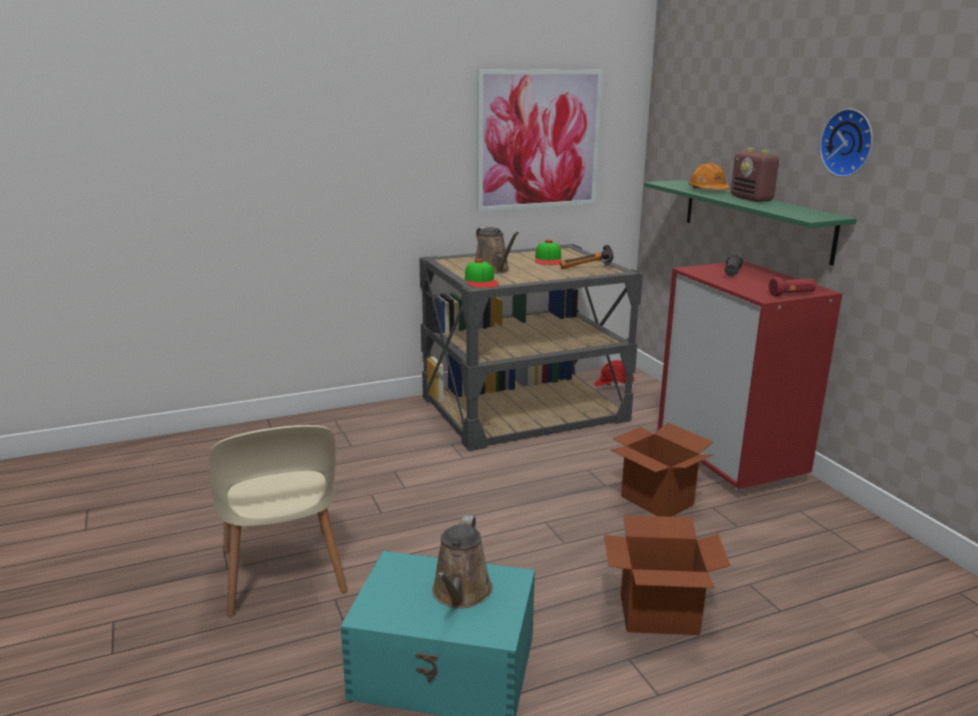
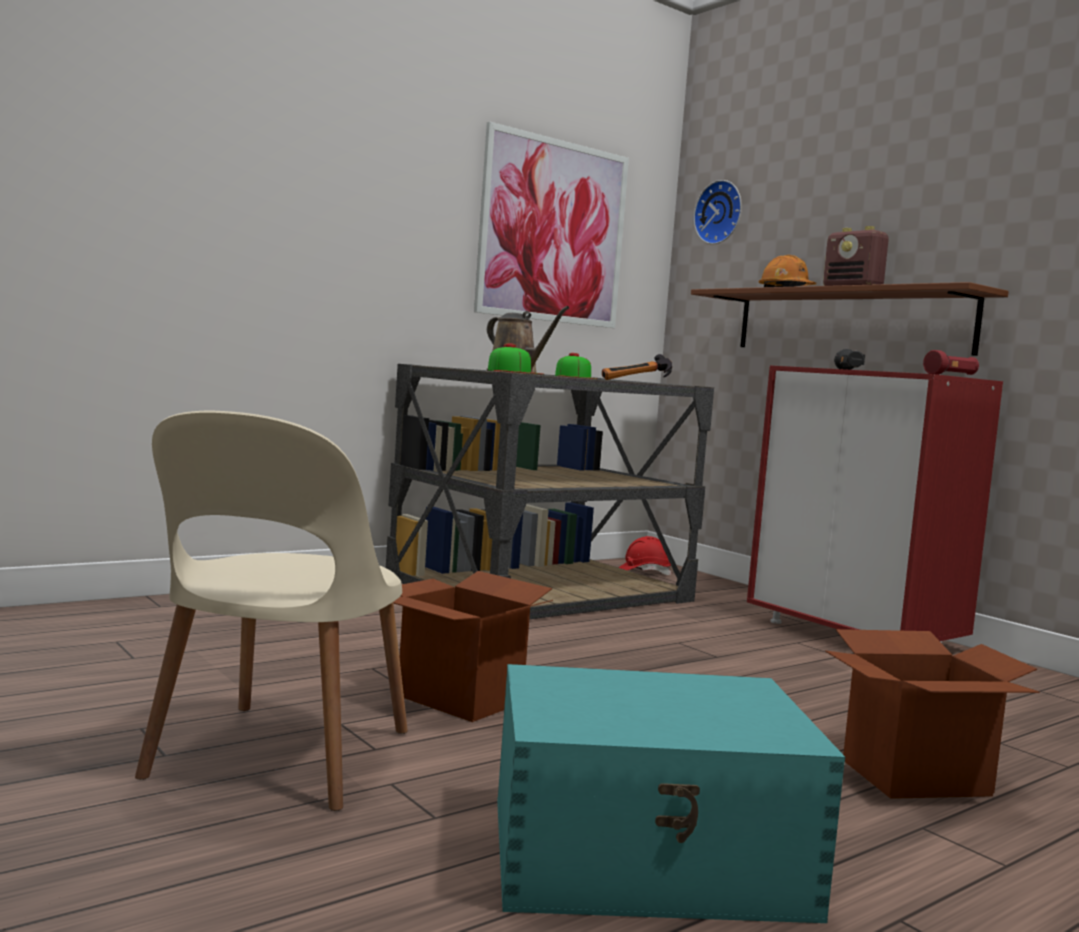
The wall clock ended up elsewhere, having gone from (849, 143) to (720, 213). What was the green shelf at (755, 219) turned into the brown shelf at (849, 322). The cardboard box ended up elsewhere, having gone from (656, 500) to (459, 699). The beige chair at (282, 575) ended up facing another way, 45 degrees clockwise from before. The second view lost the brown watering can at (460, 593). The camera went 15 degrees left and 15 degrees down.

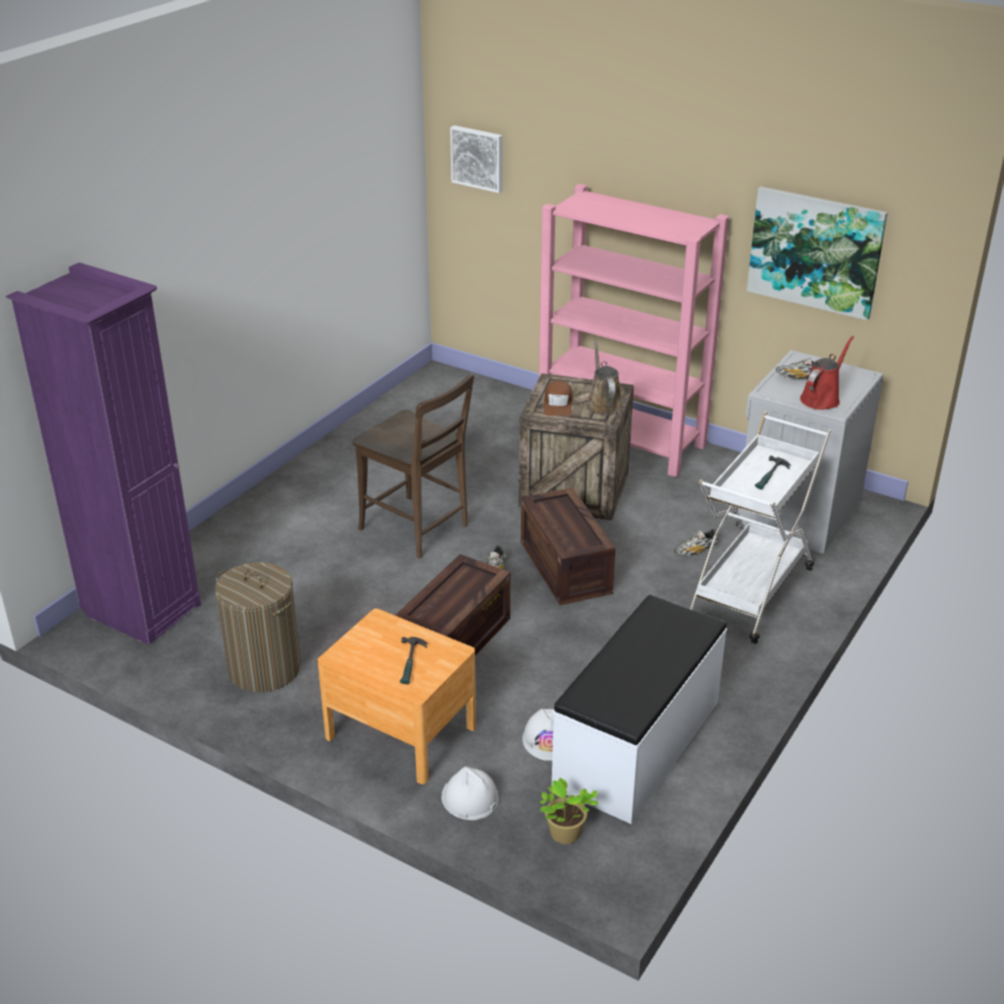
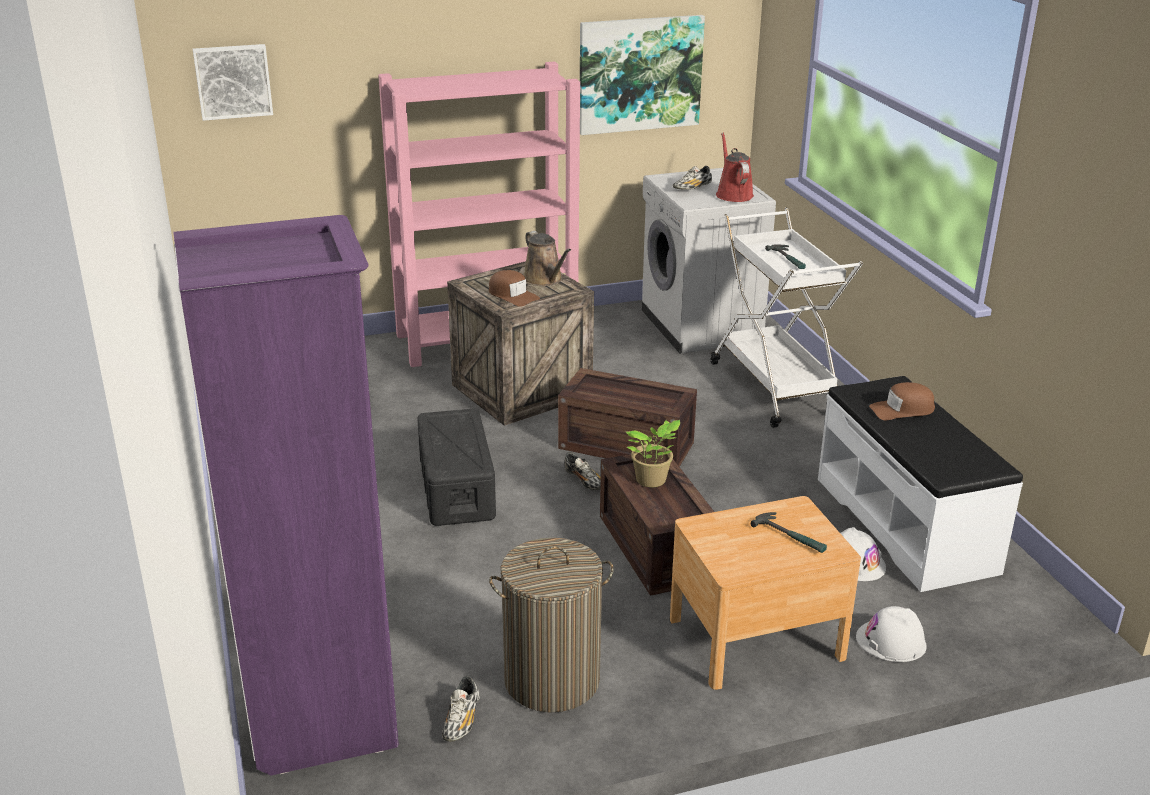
The brown watering can at (603, 404) ended up facing another way, 150 degrees counterclockwise from before. Where the brown chair stood at (418, 529), the black storage box came to stand at (456, 488). The shoe ended up elsewhere, having gone from (696, 551) to (461, 721). The potted plant ended up elsewhere, having gone from (564, 835) to (652, 481). The second view gained the brown cap at (902, 410). The camera went 50 degrees left and 5 degrees down.

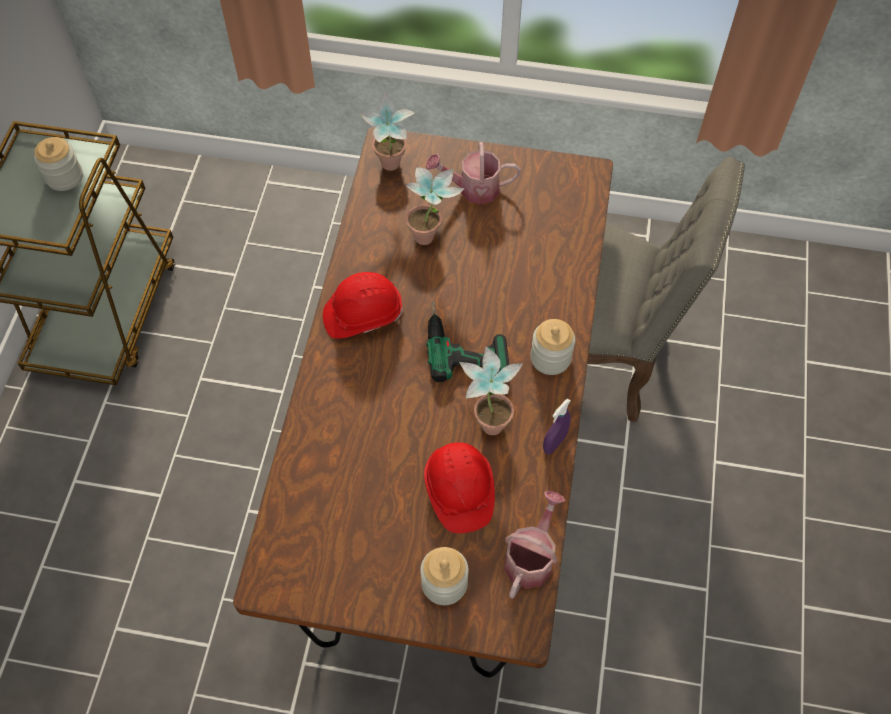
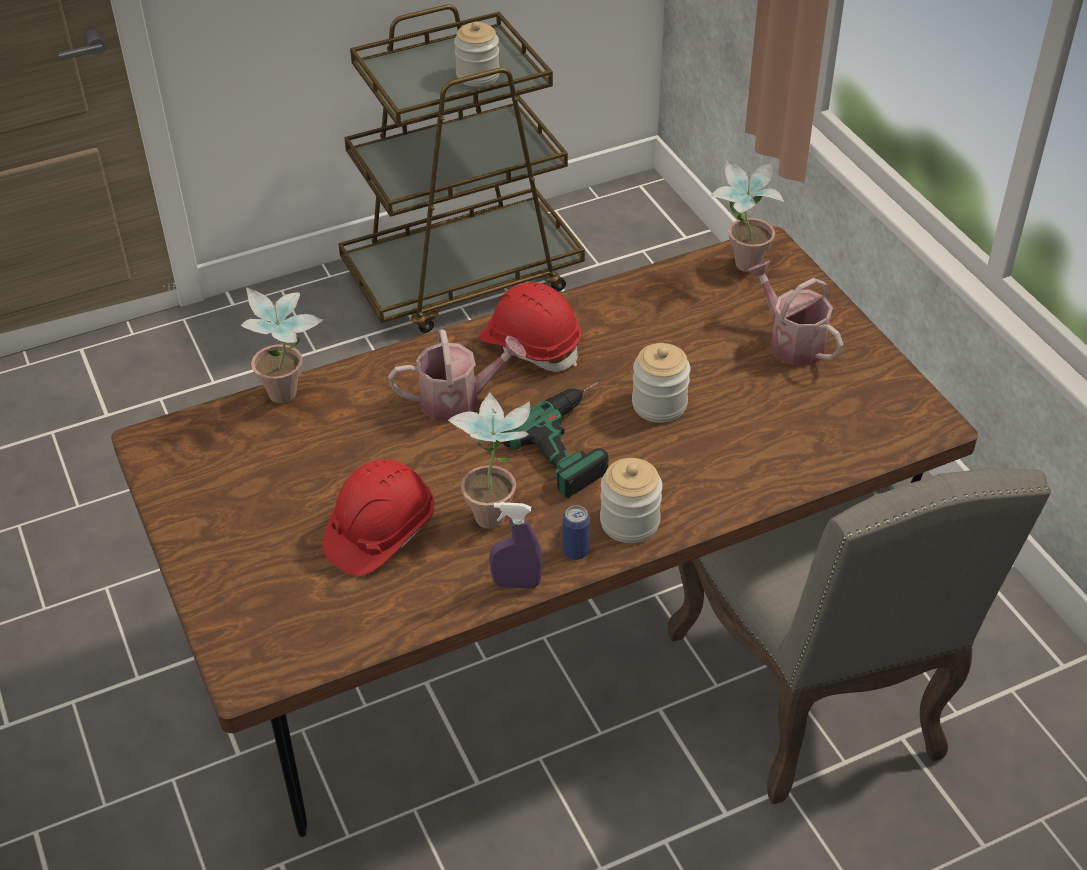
The potted plant ended up elsewhere, having gone from (431, 236) to (290, 399). The watering can ended up elsewhere, having gone from (531, 557) to (458, 400). The jar ended up elsewhere, having gone from (444, 583) to (659, 404). The second view gained the can at (576, 551). The camera went 55 degrees right and 15 degrees down.

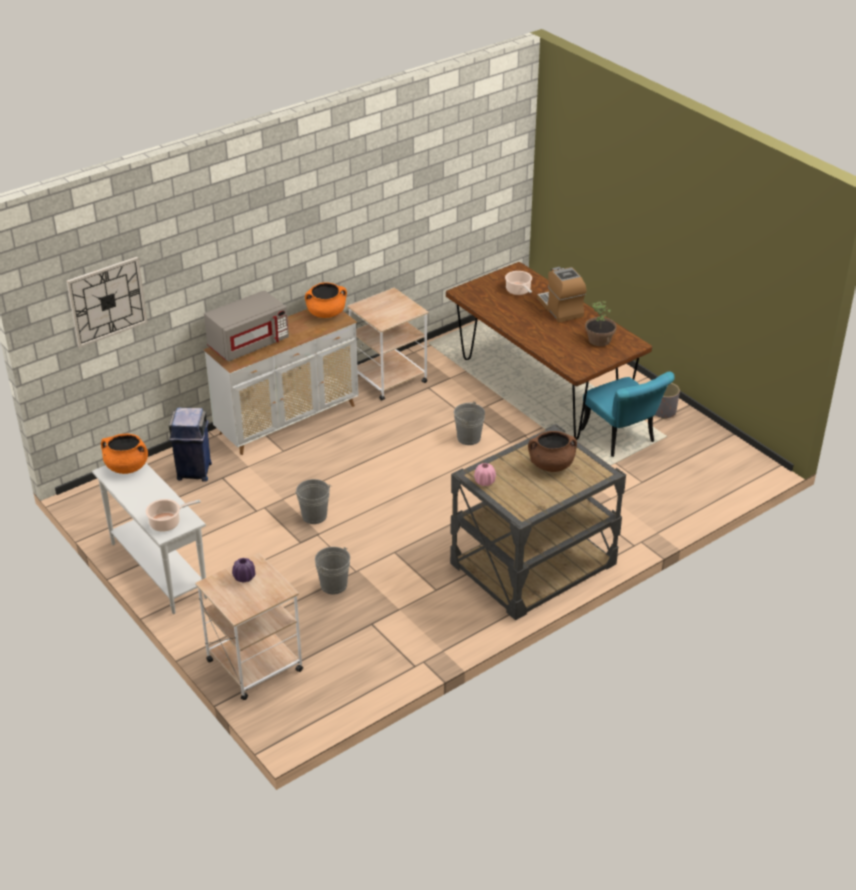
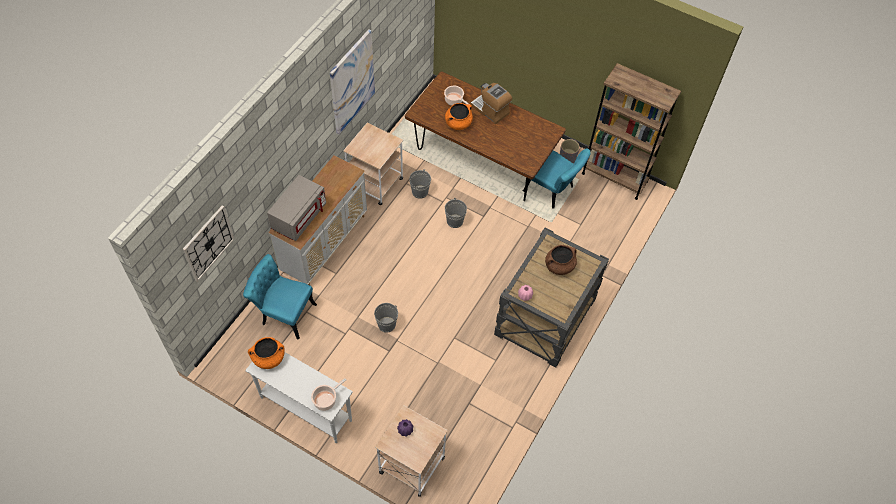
The orange cooking pot ended up elsewhere, having gone from (326, 313) to (458, 123). The second view lost the potted plant at (599, 340). Where the blue trash can stood at (194, 472), the turquoise chair came to stand at (283, 313). The grey bucket ended up elsewhere, having gone from (333, 585) to (420, 192). The second view gained the picture at (352, 82). The second view gained the brown bookcase at (614, 177). The camera went 25 degrees left and 20 degrees up.

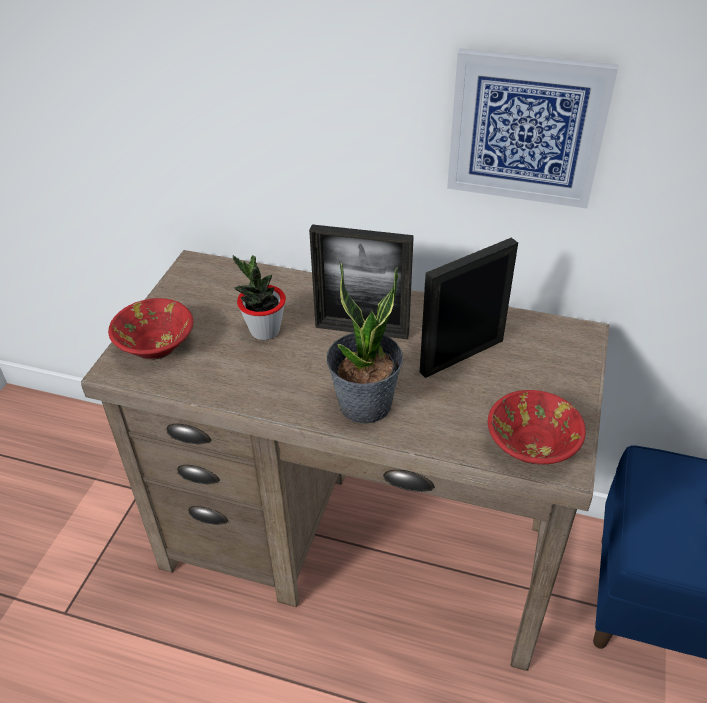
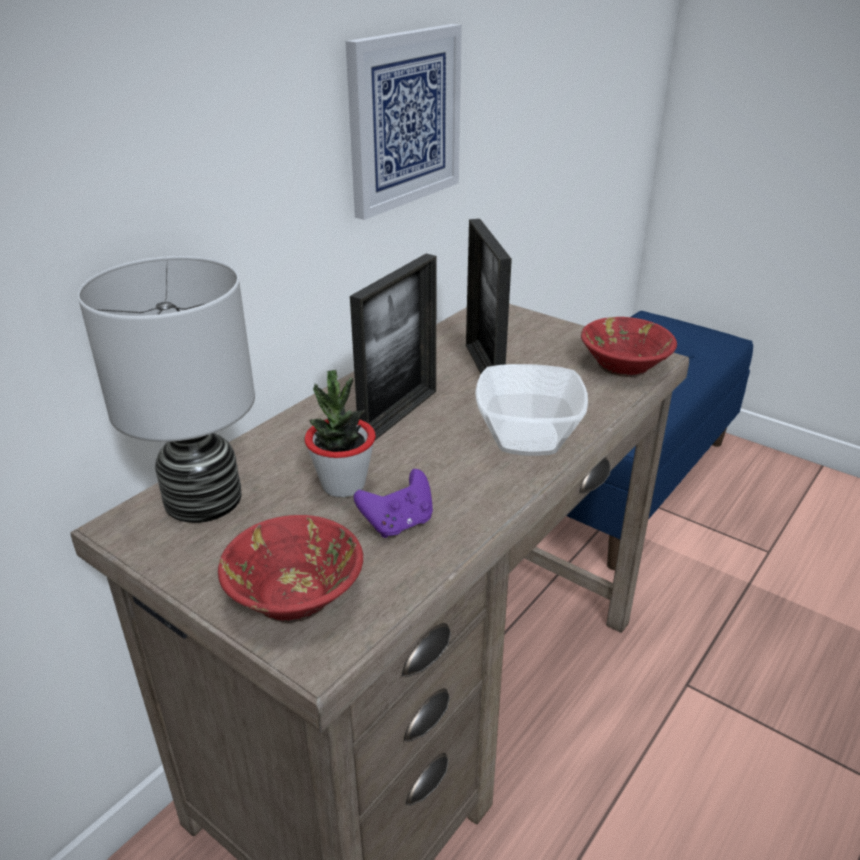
Where the potted plant stood at (365, 405), the bowl came to stand at (526, 439). The second view gained the grey table lamp at (203, 500). The second view gained the purple game controller at (398, 523). The camera went 70 degrees left and 10 degrees down.

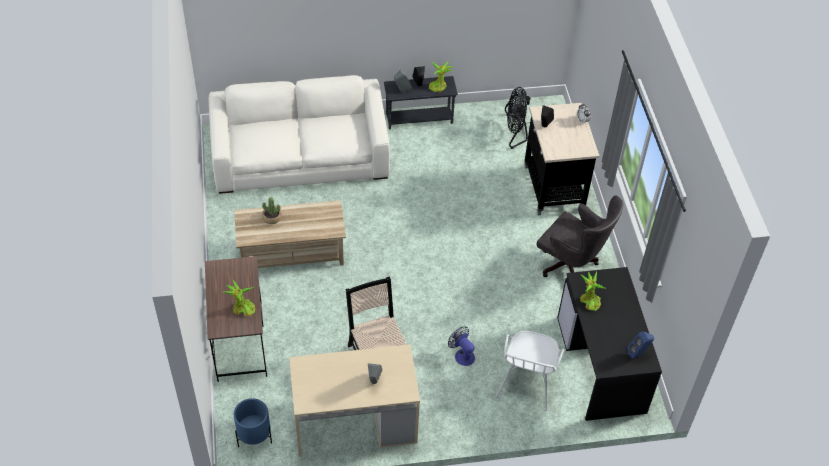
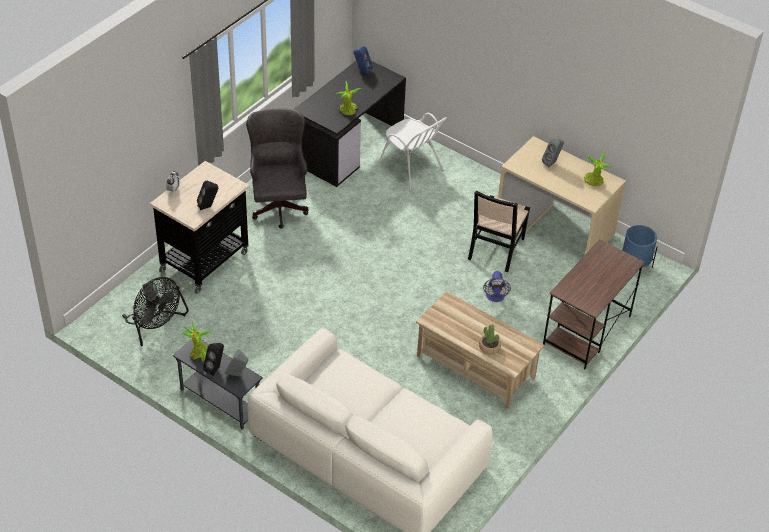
The potted plant ended up elsewhere, having gone from (242, 309) to (594, 181). The fan ended up elsewhere, having gone from (462, 354) to (495, 297). The white chair at (527, 383) ended up facing another way, 75 degrees clockwise from before. The camera went 135 degrees left and 5 degrees down.

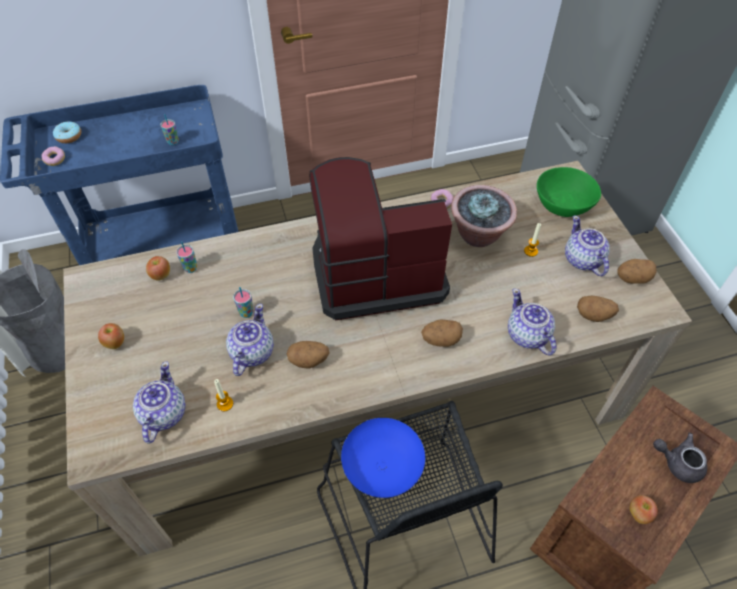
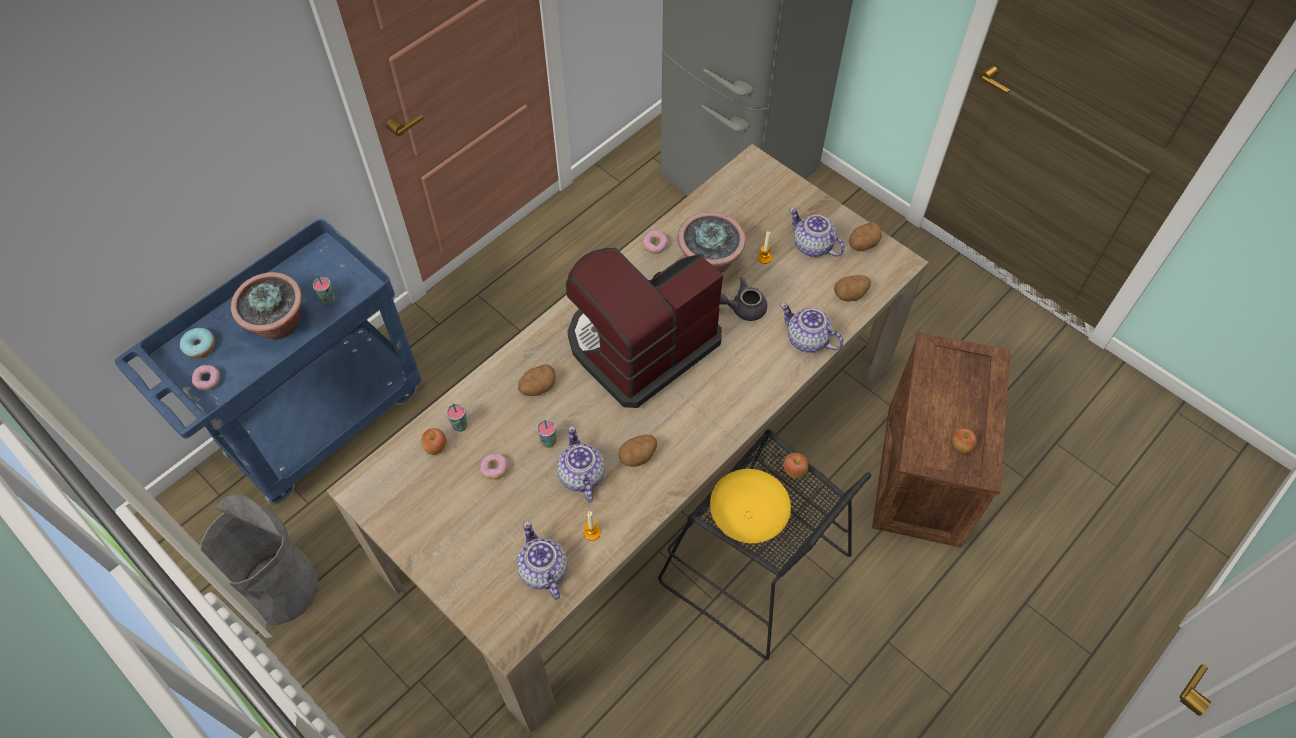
The second view lost the green bowl at (562, 204). The potato ended up elsewhere, having gone from (440, 340) to (537, 387). The apple ended up elsewhere, having gone from (115, 343) to (794, 470). What was the blue bowl at (381, 468) turned into the yellow bowl at (746, 518). The grey teapot ended up elsewhere, having gone from (678, 463) to (743, 308). The second view gained the potted plant at (279, 325). The second view gained the donut at (494, 469). The camera went 30 degrees left and 5 degrees up.

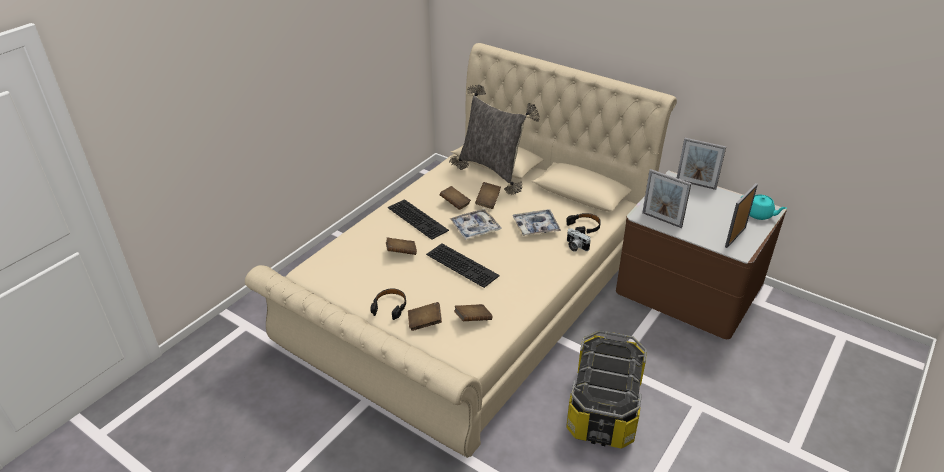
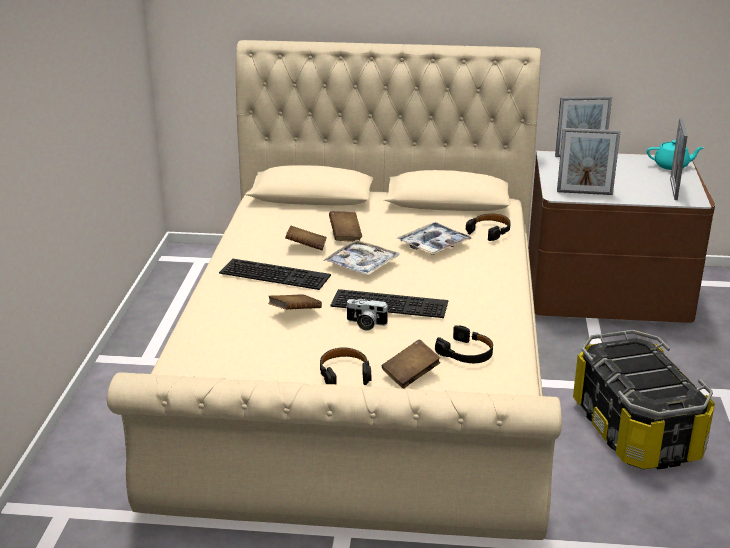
The second view lost the pillow at (493, 176). The photo camera ended up elsewhere, having gone from (575, 246) to (365, 324). Where the brown book stood at (473, 319), the black headphones came to stand at (466, 353). The camera went 30 degrees left and 10 degrees down.

